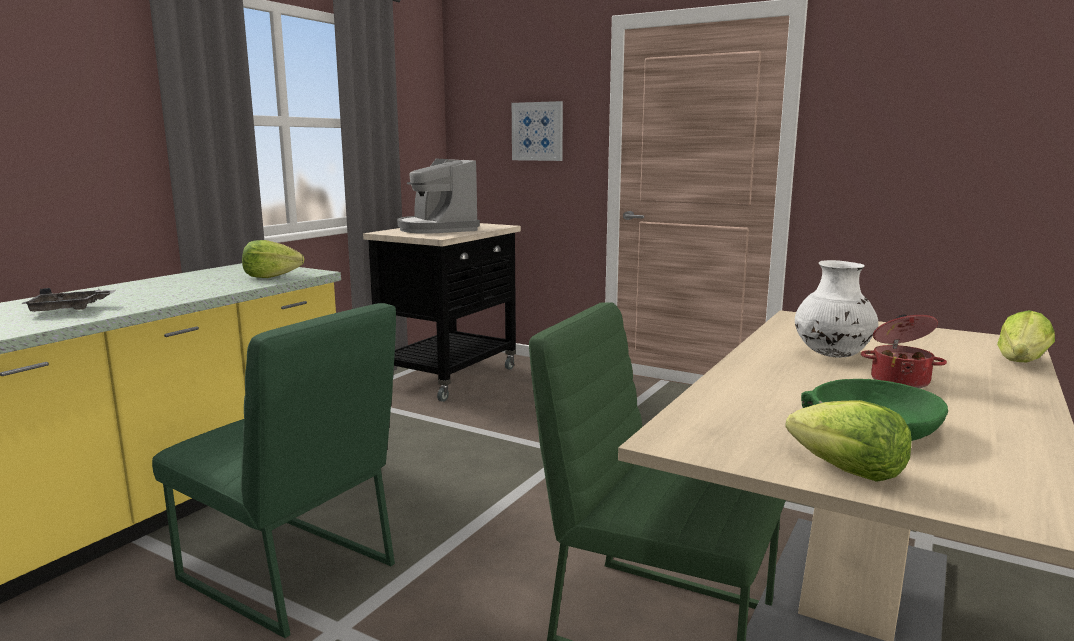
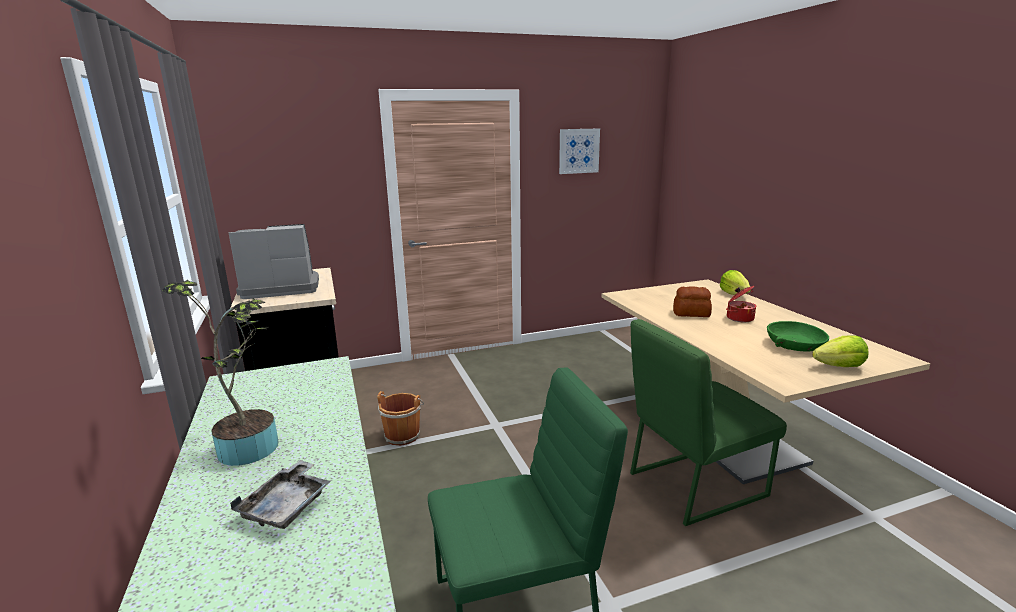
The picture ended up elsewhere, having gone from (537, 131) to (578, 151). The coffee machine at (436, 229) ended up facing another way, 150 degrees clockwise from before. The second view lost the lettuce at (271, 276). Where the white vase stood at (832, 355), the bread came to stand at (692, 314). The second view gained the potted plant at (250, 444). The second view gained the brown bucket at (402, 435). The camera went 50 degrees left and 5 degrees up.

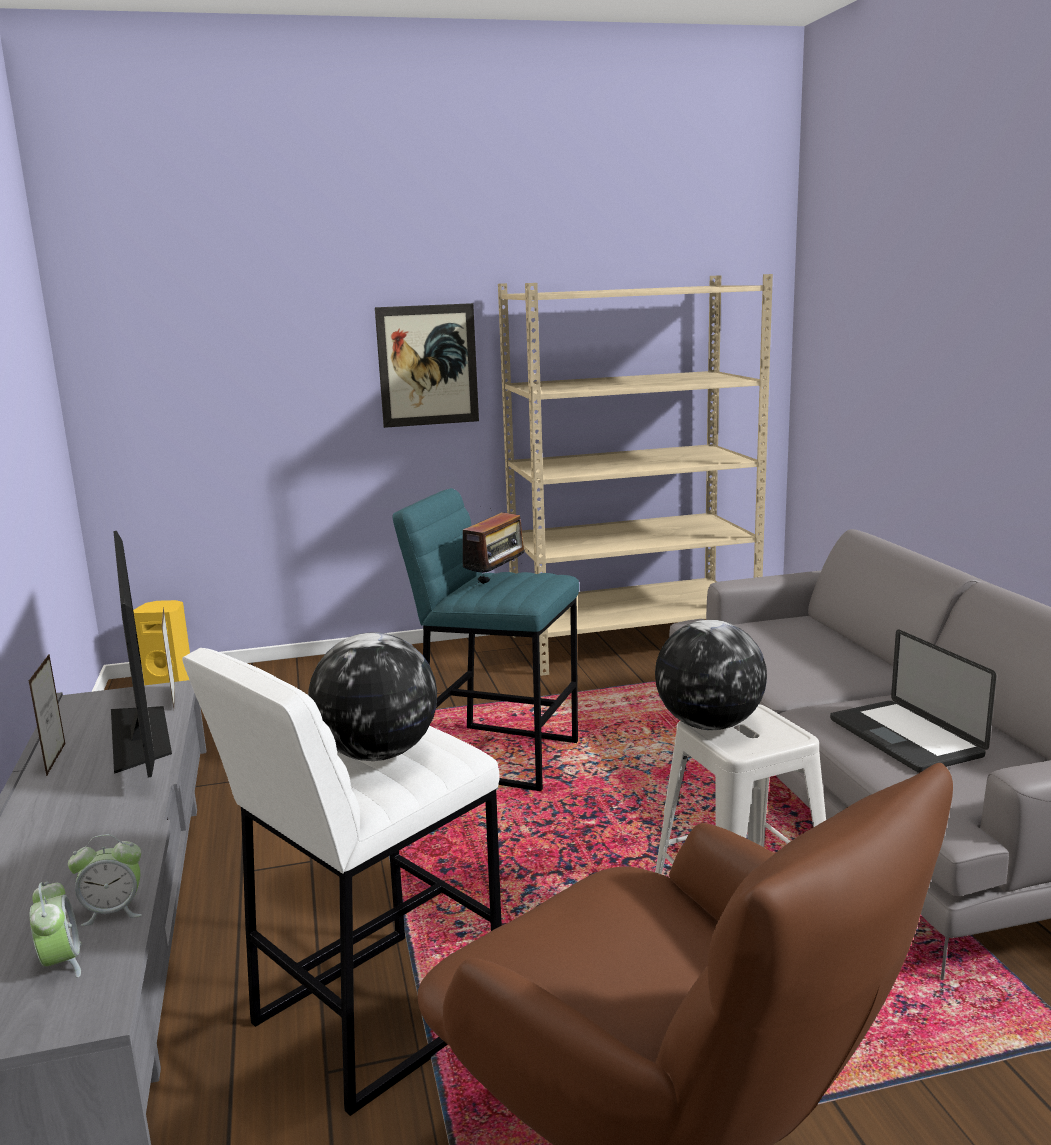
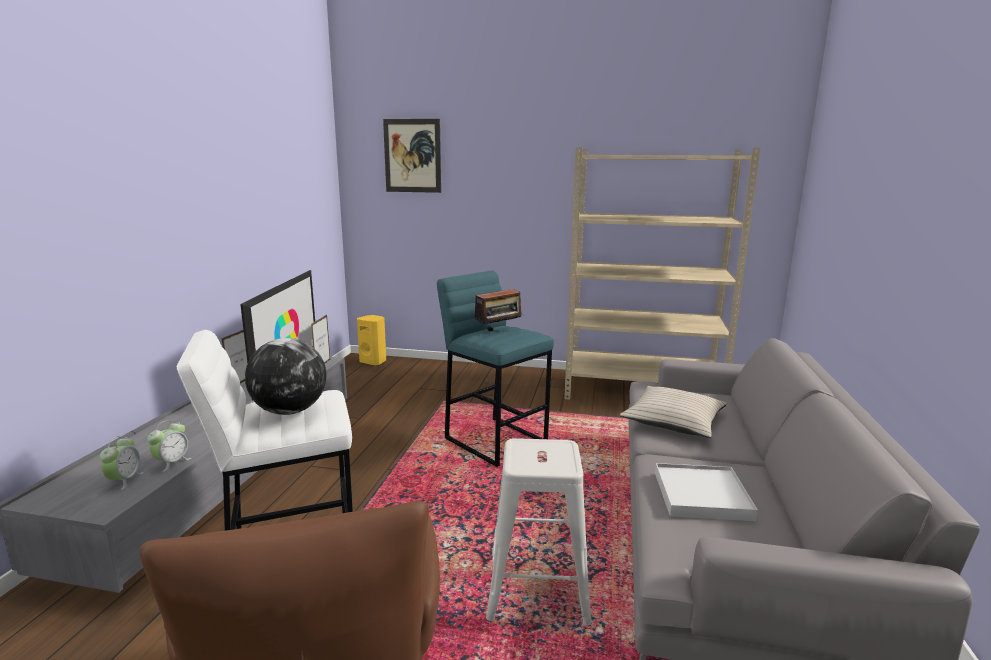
The picture ended up elsewhere, having gone from (428, 365) to (412, 156). The second view lost the globe at (708, 724). Where the laptop stood at (905, 738), the white tray came to stand at (702, 495). The alarm clock at (113, 911) ended up facing another way, 75 degrees counterclockwise from before. The second view gained the beige pillow at (674, 421). The camera went 25 degrees right and 0 degrees up.

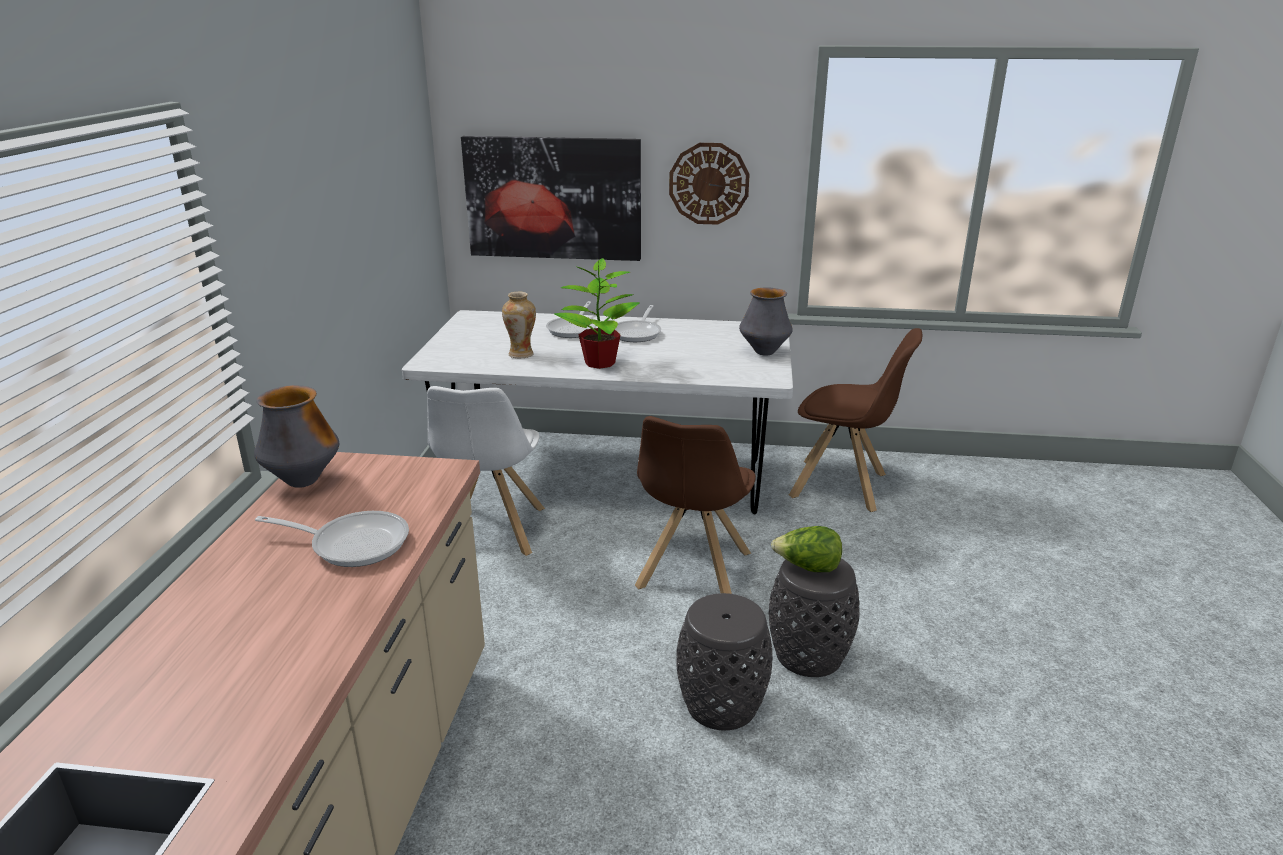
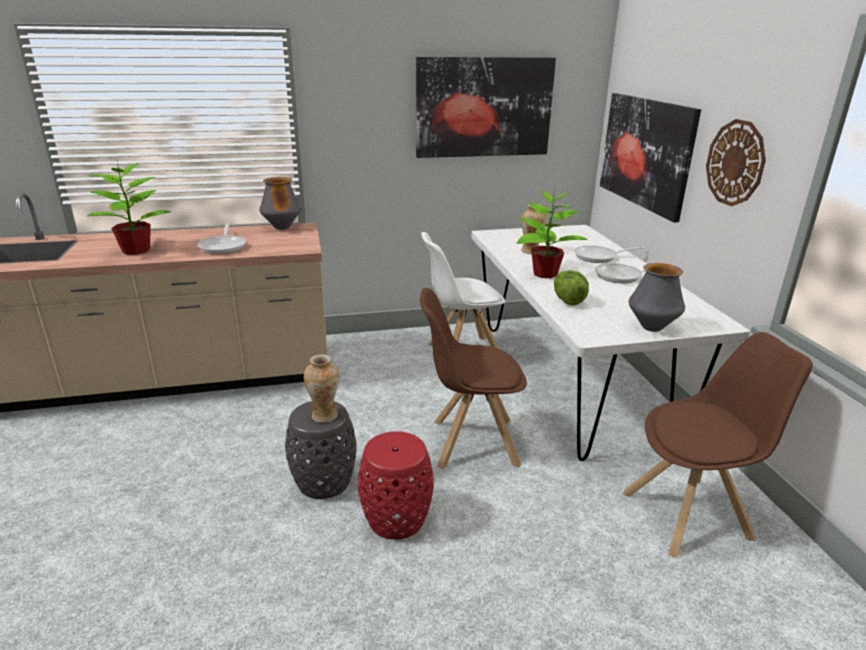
The brown chair at (844, 486) ended up facing another way, 105 degrees counterclockwise from before. The lettuce ended up elsewhere, having gone from (807, 568) to (567, 300). What was the grey stool at (809, 655) turned into the red stool at (396, 519). The second view gained the picture at (484, 107). The second view gained the potted plant at (137, 250). The second view gained the vase at (324, 415). The camera went 70 degrees right and 0 degrees up.

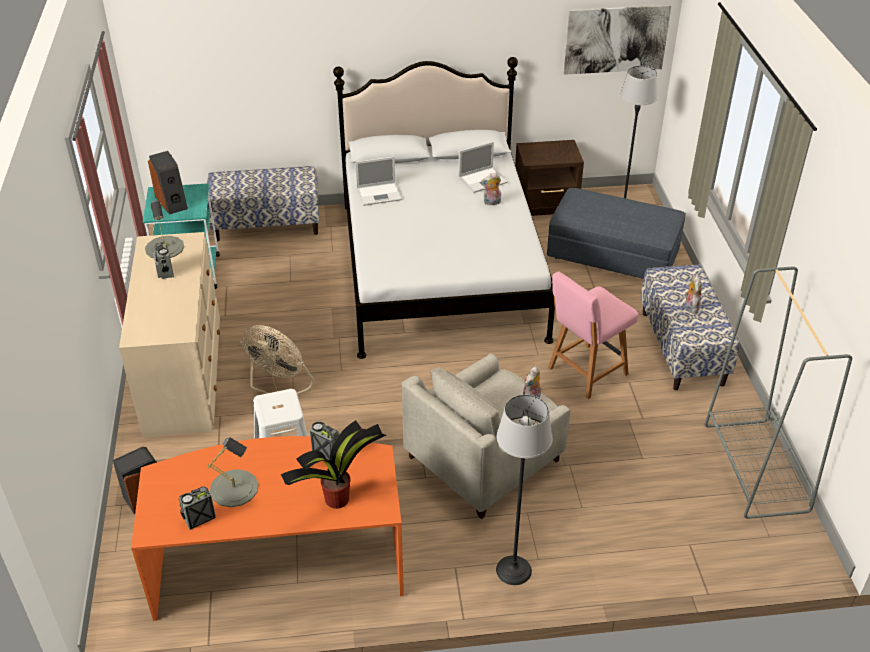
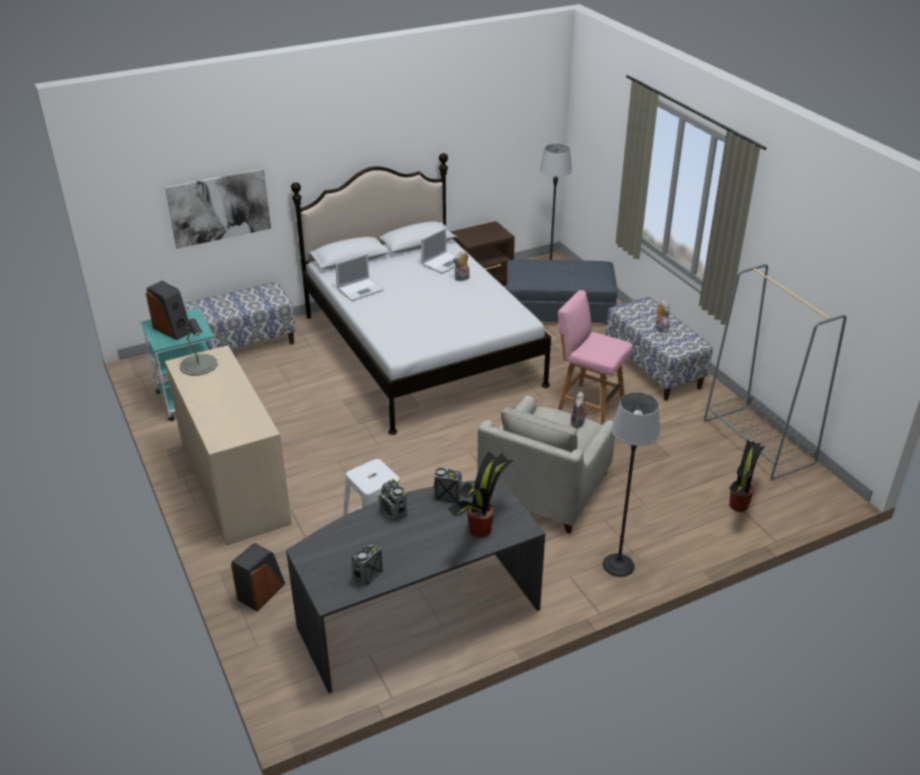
The picture ended up elsewhere, having gone from (616, 39) to (219, 208). The radio ended up elsewhere, having gone from (165, 272) to (393, 513). The pink chair at (585, 372) ended up facing another way, 90 degrees clockwise from before. The second view lost the beige fan at (274, 389). What was the orange desk at (279, 561) turned into the grey desk at (416, 613). The second view lost the grey table lamp at (234, 488). The second view gained the potted plant at (739, 505). The camera went 20 degrees left and 5 degrees down.

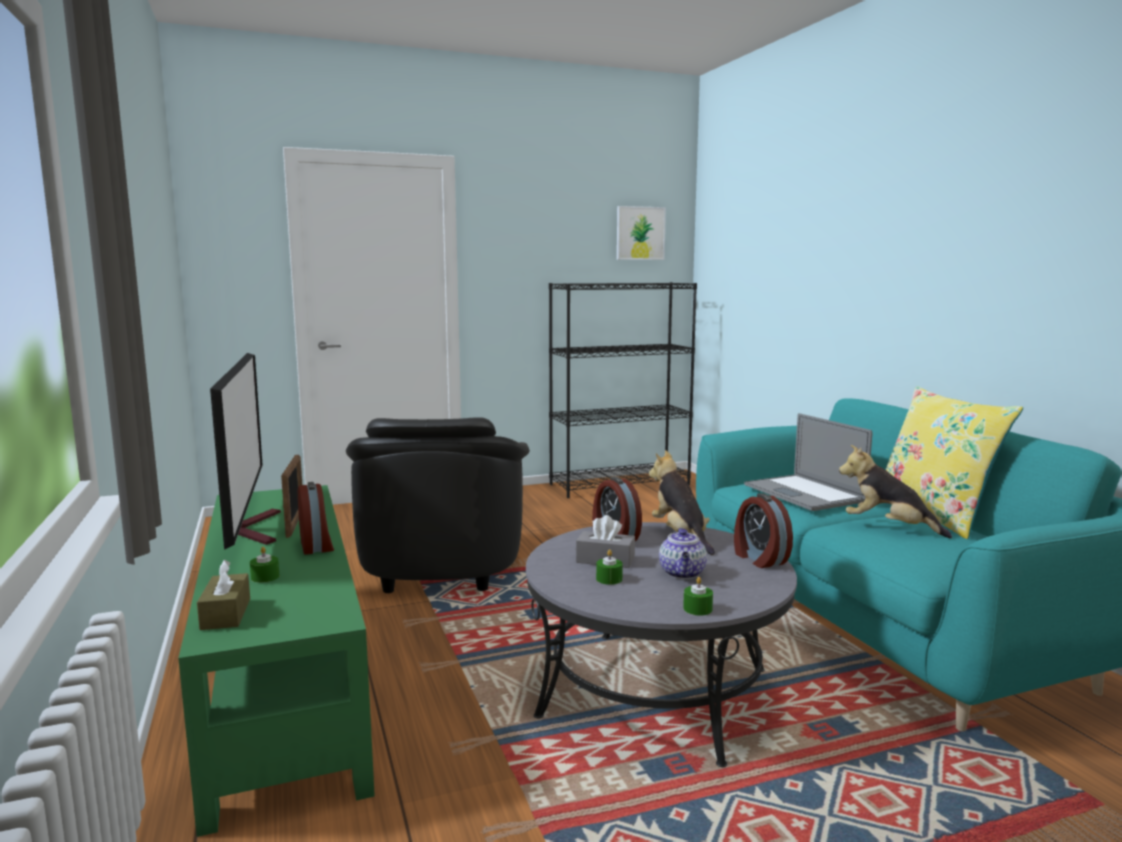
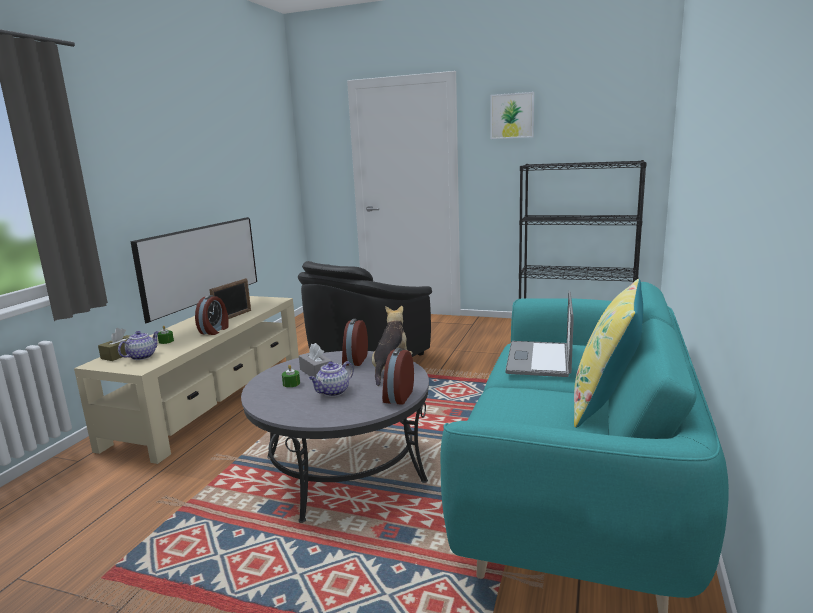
The picture ended up elsewhere, having gone from (640, 233) to (512, 116). The second view lost the plush toy at (888, 527). What was the green tv stand at (285, 679) turned into the beige tv stand at (213, 399). The second view lost the green candle at (697, 609). The second view gained the teapot at (142, 356). The camera went 40 degrees right and 5 degrees up.

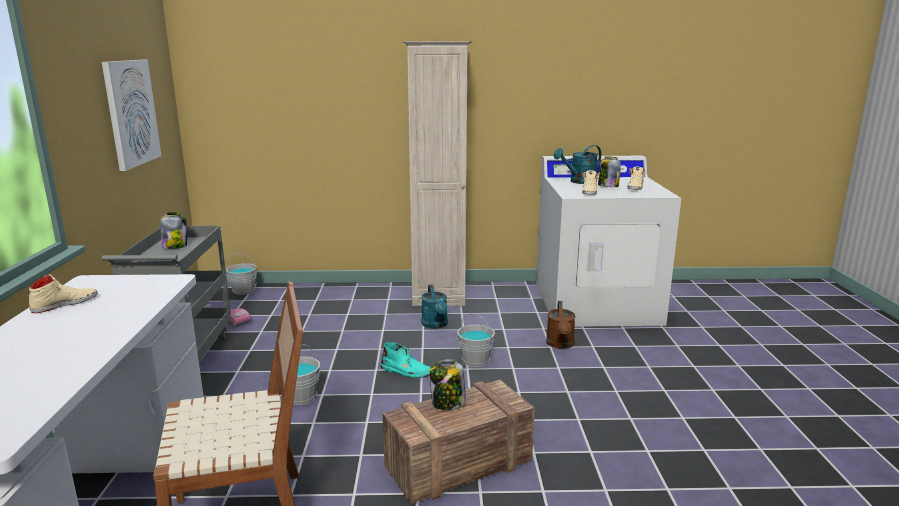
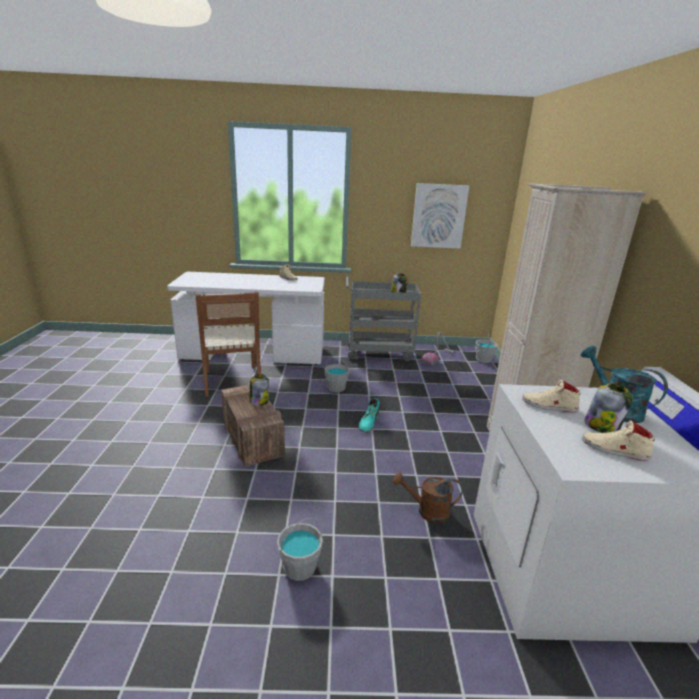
The second view lost the turquoise watering can at (436, 325). The grey bucket ended up elsewhere, having gone from (475, 360) to (299, 566). The camera went 90 degrees right and 5 degrees up.

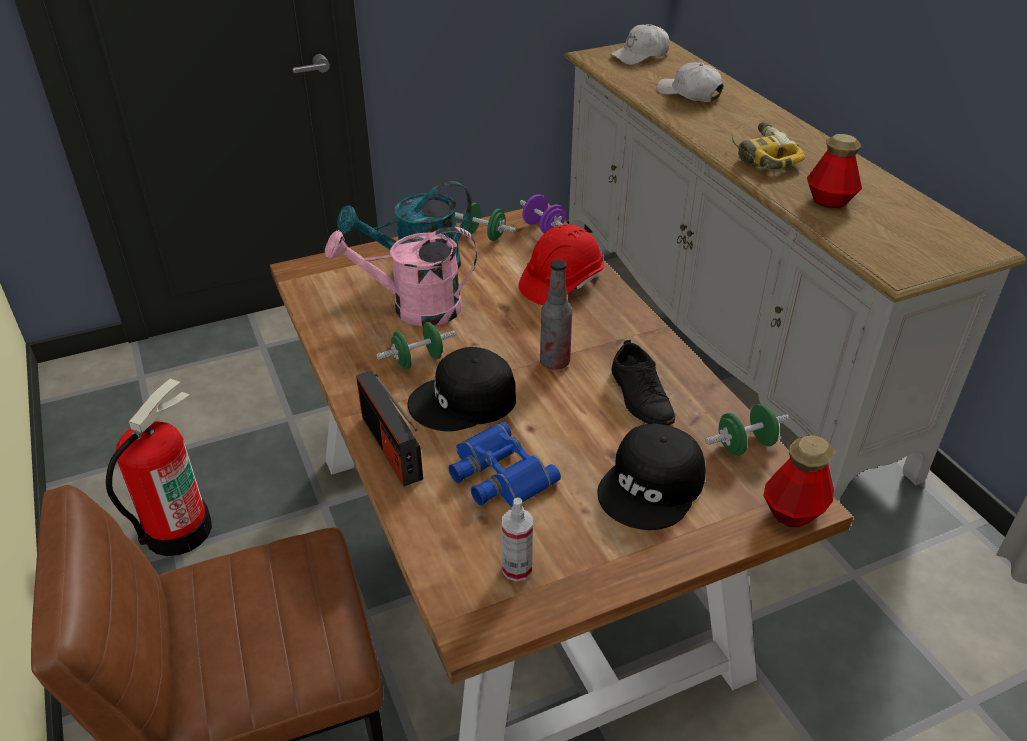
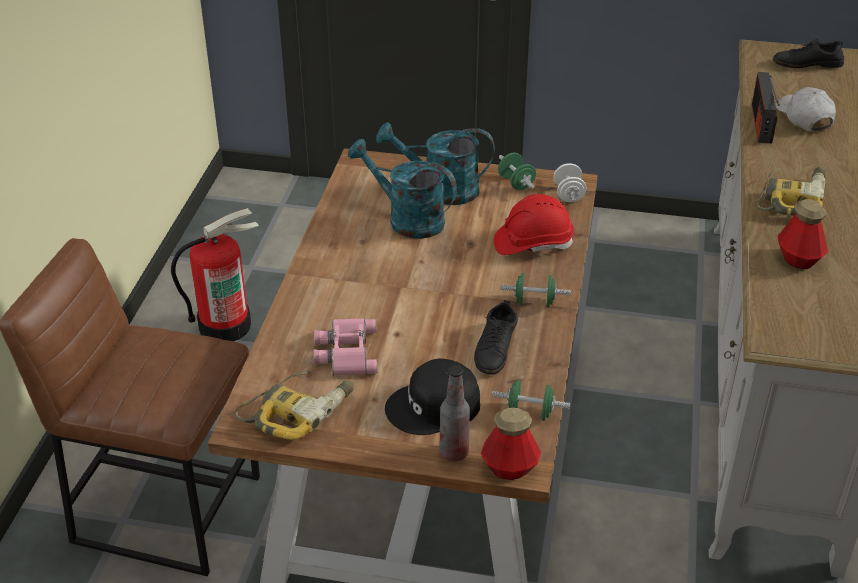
Where the white cap stood at (640, 55), the black shoe came to stand at (807, 63). What was the purple dumbbell at (543, 228) turned into the white dumbbell at (568, 194). What was the pink watering can at (414, 308) turned into the turquoise watering can at (407, 219). The bottle ended up elsewhere, having gone from (554, 362) to (454, 452). The green dumbbell ended up elsewhere, having gone from (418, 360) to (534, 303). The second view lost the black cap at (464, 401). The radio ended up elsewhere, having gone from (391, 447) to (761, 123). What was the blue binoculars at (497, 474) turned into the pink binoculars at (345, 352). Where the spray bottle stood at (517, 569), the power drill came to stand at (298, 410). The camera went 35 degrees right and 0 degrees up.

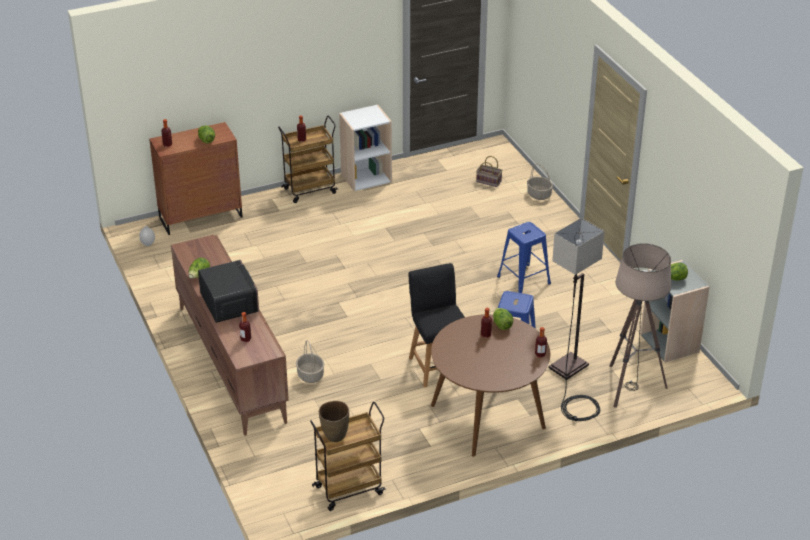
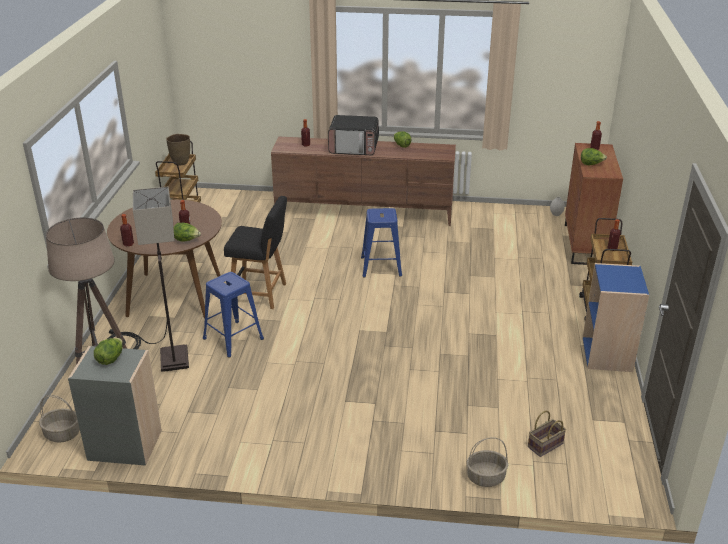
What was the white bookcase at (366, 177) turned into the blue bookcase at (607, 354). The blue stool ended up elsewhere, having gone from (523, 280) to (381, 266). The basket ended up elsewhere, having gone from (310, 375) to (63, 434). The camera went 120 degrees right and 5 degrees down.

